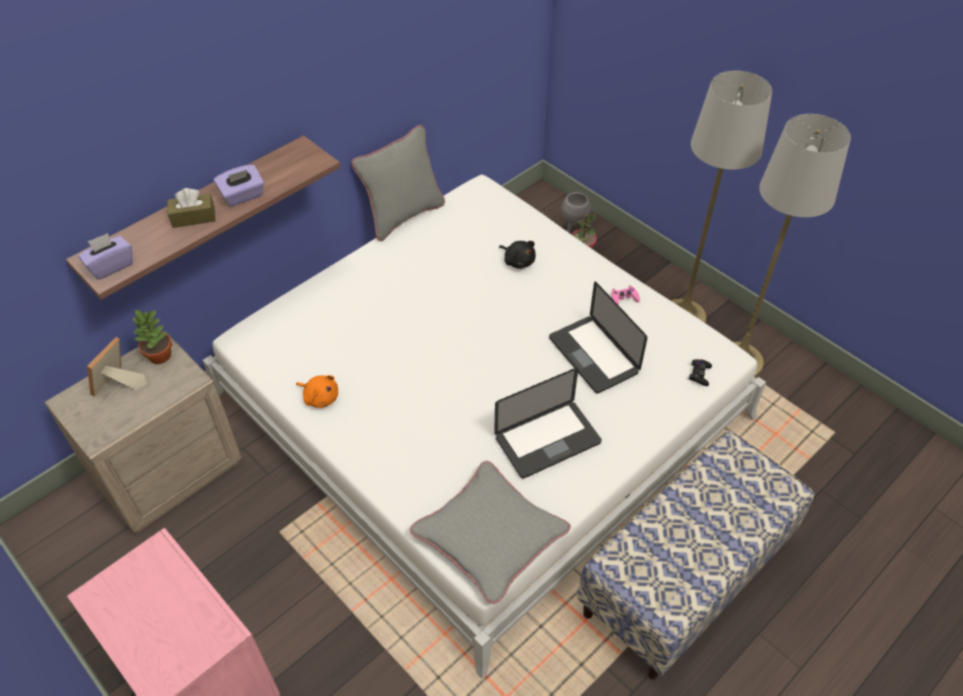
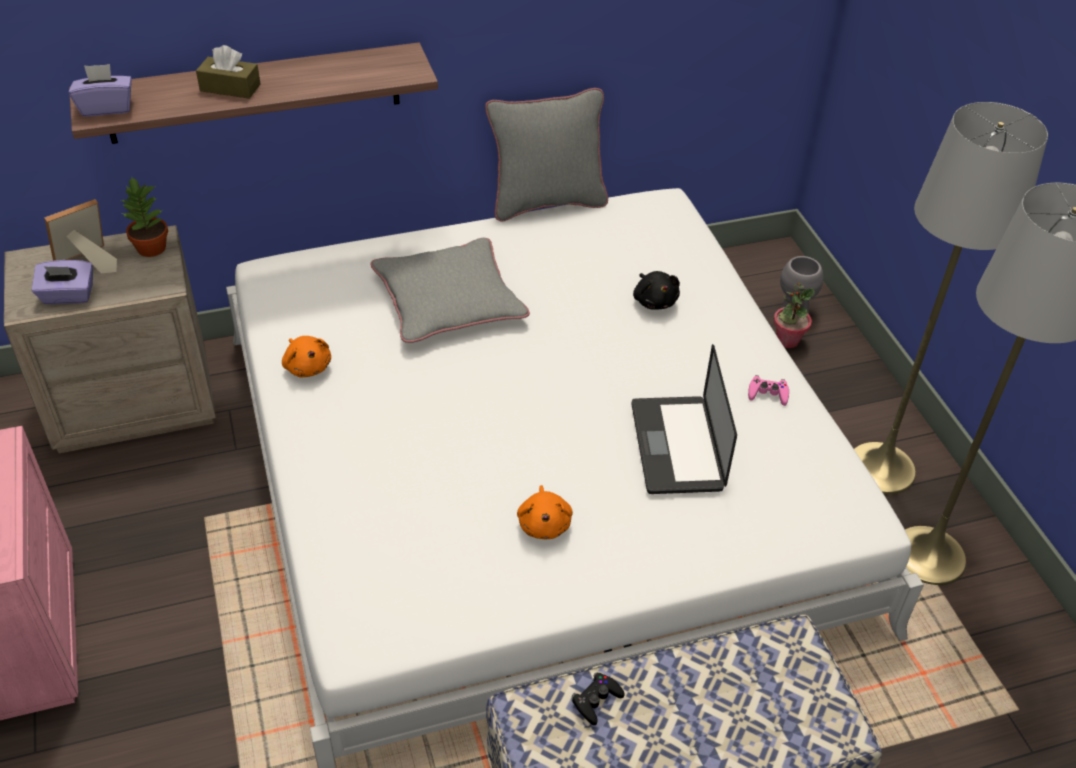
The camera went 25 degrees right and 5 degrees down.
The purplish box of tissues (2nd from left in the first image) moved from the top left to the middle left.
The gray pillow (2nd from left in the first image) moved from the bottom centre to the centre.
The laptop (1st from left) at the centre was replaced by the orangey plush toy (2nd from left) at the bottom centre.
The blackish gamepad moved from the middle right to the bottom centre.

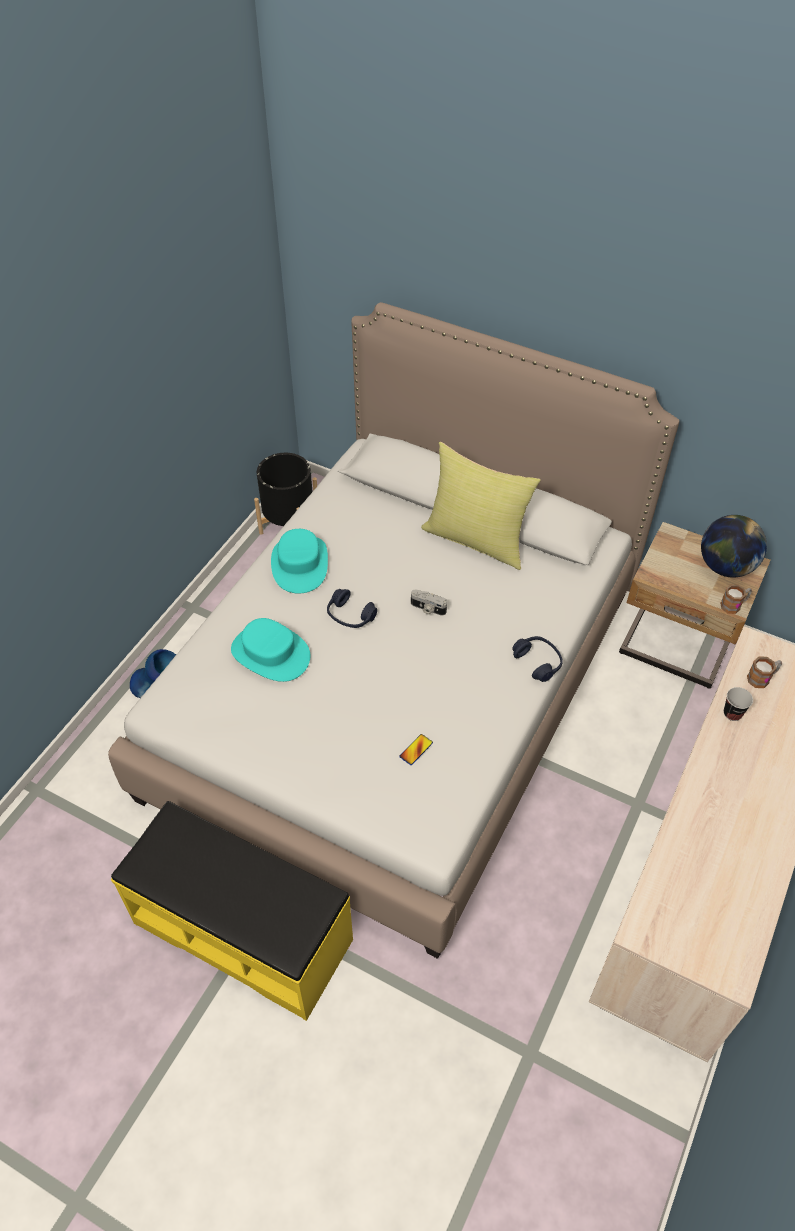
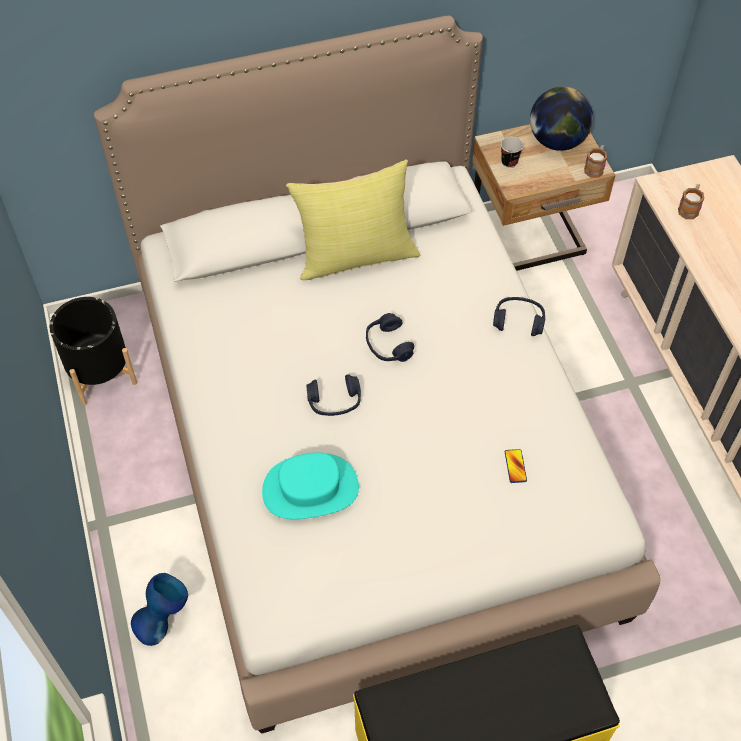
The camera went 45 degrees left and 5 degrees up.
The turquoise-coloured clothing hat (2nd from left) at the centre disappeared.
The photo camera at the centre was replaced by the blue-coloured pair of headphones (2nd from left) at the centre.
The drinking cup moved from the middle right to the top right.

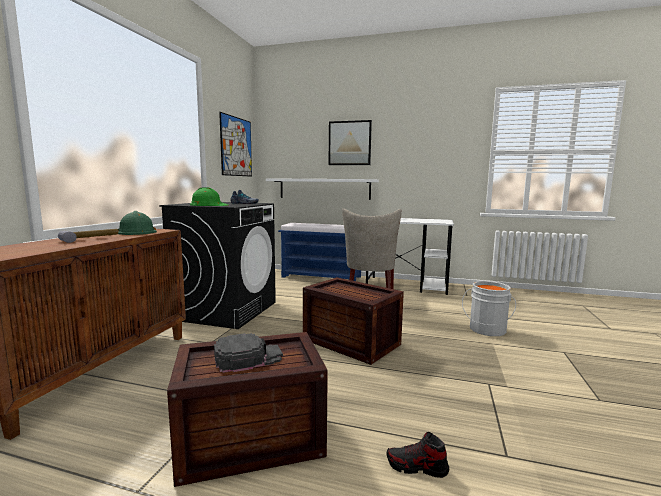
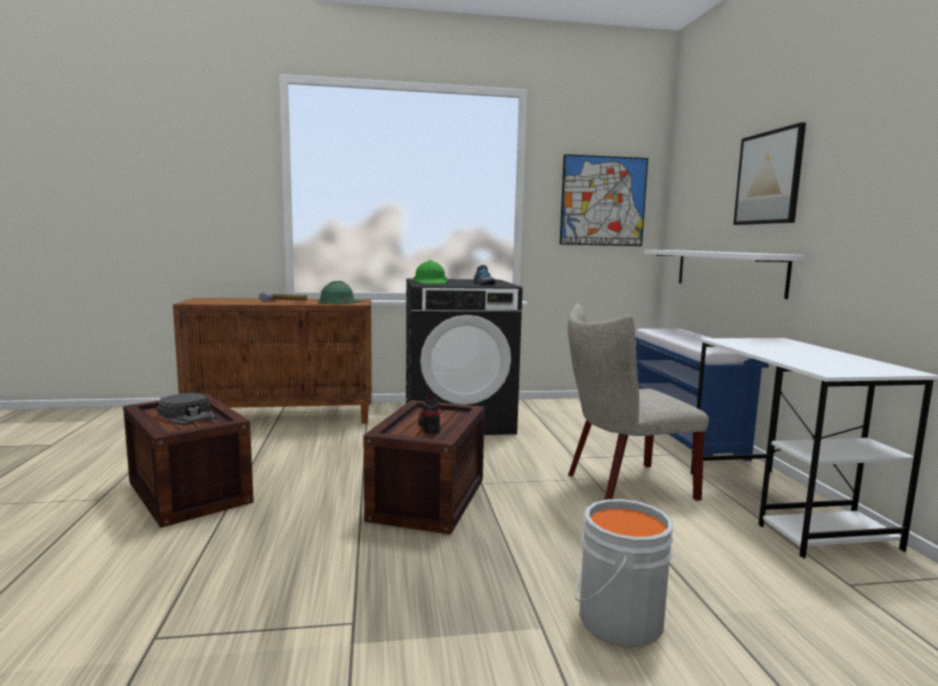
The camera went 65 degrees right and 0 degrees up.
The low shoe (2nd from left in the first image) moved from the bottom centre to the centre.

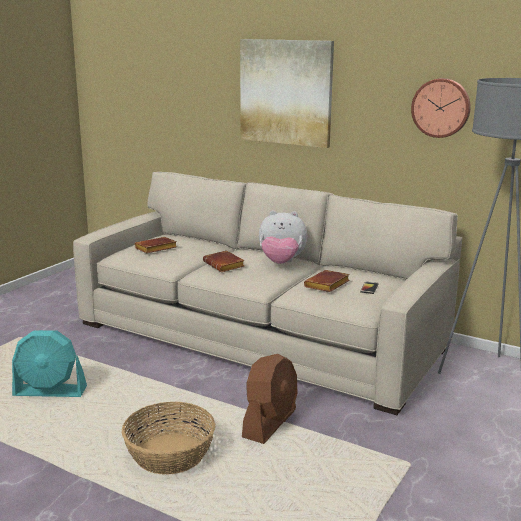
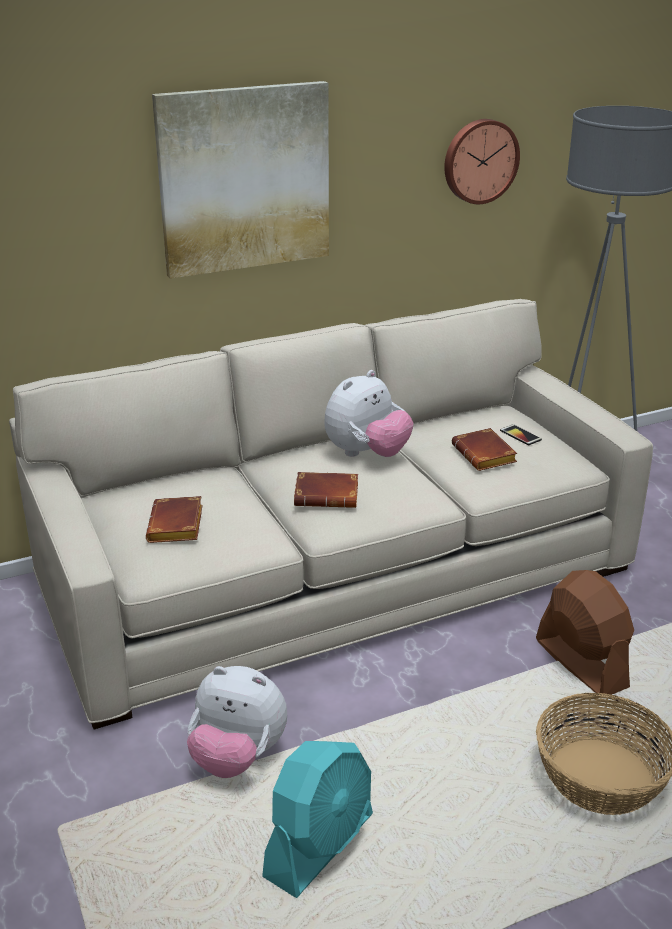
The camera went 55 degrees left and 10 degrees up.
The plush toy (1st from left) at the bottom centre appeared.

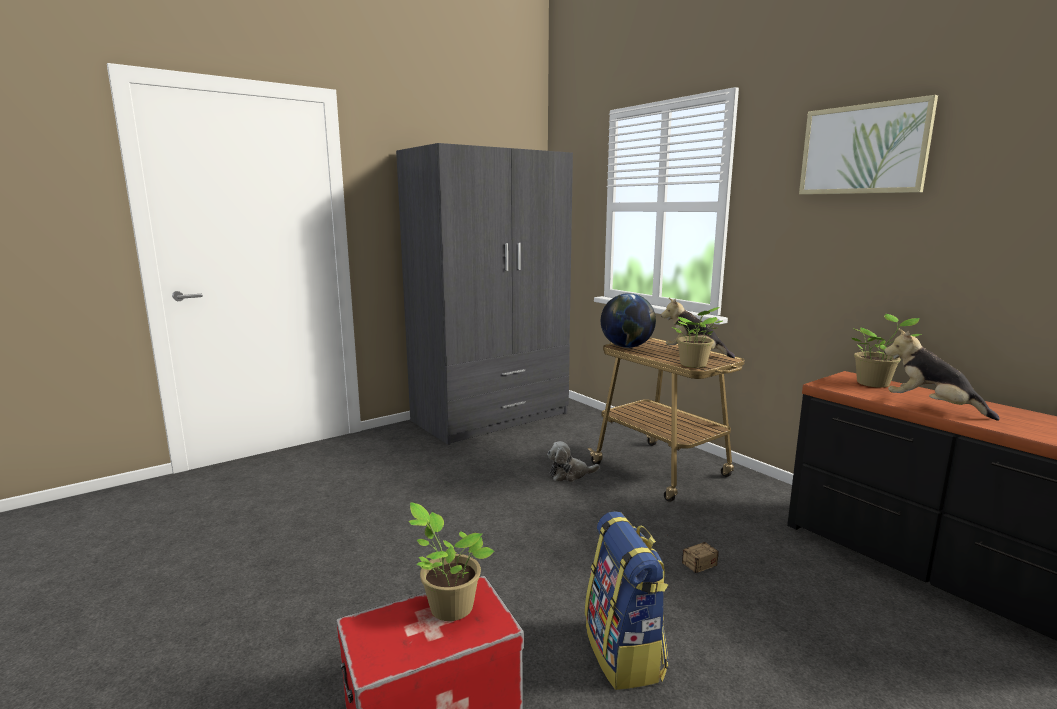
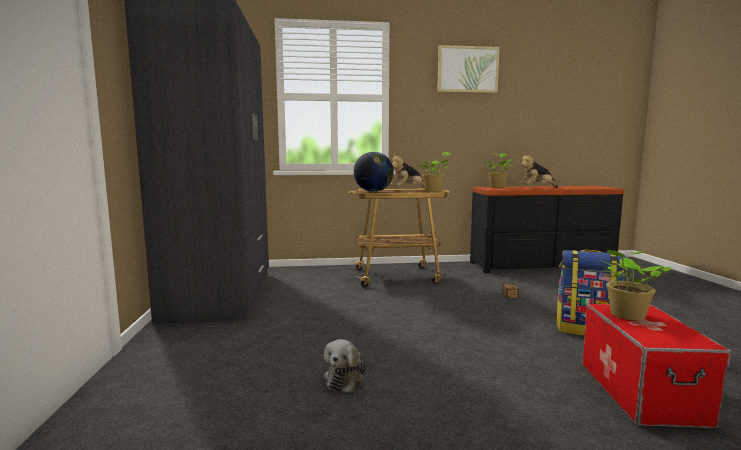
The camera went 60 degrees left and 5 degrees down.
The plush toy (1st from left) moved from the centre to the bottom centre.

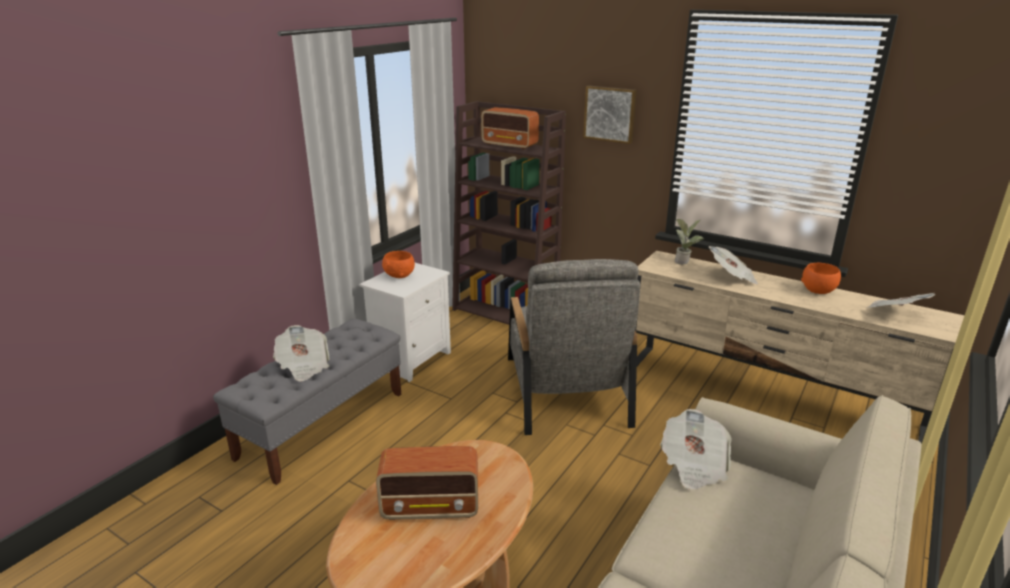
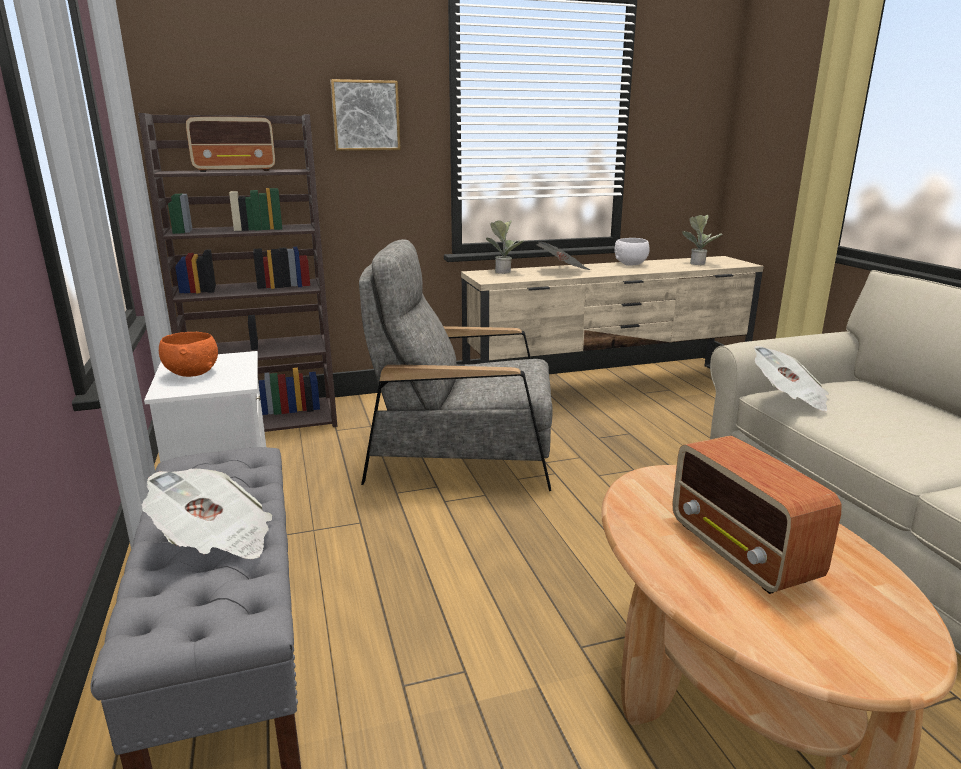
The camera went 50 degrees left and 5 degrees down.
The radio (1st from left in the first image) at the bottom centre turned 120 degrees clockwise.
The gray lounge chair at the centre turned 150 degrees clockwise.
The orangey bowl (2nd from left) at the middle right became the whitish bowl at the top centre.
The printed paper (4th from left) at the middle right was replaced by the plant in a pot (2nd from left) at the top right.

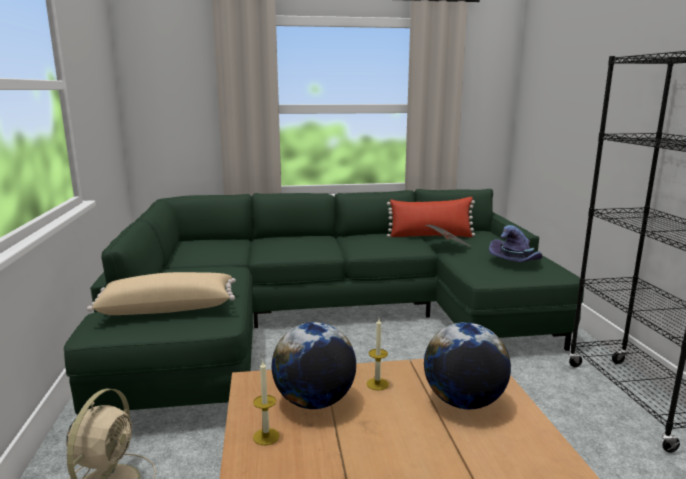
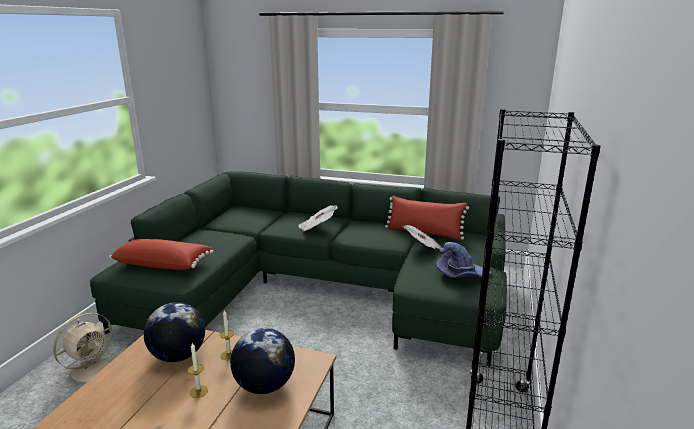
The camera went 25 degrees right and 5 degrees up.
The beige pillow at the middle left became the red pillow (1st from left) at the middle left.
The wax candle (1st from left) moved from the bottom centre to the bottom left.
The printed paper (1st from left) at the centre appeared.

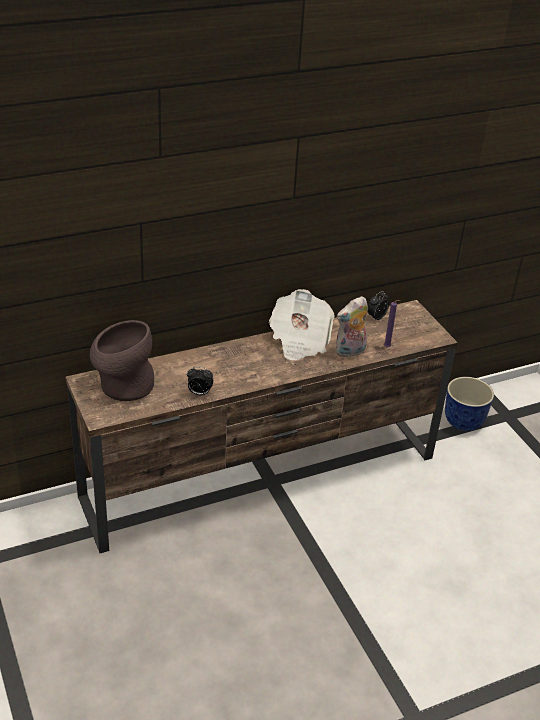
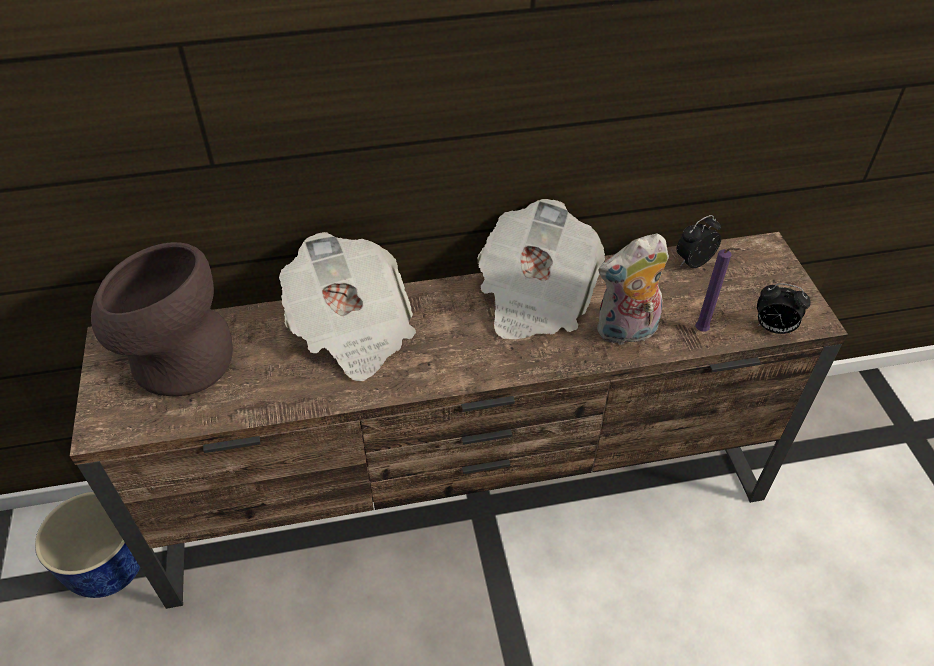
The camera went 15 degrees right and 10 degrees up.
The alarm clock (1st from left in the first image) moved from the centre to the middle right.
The flower pot moved from the middle right to the bottom left.
The printed paper (1st from left) at the centre appeared.

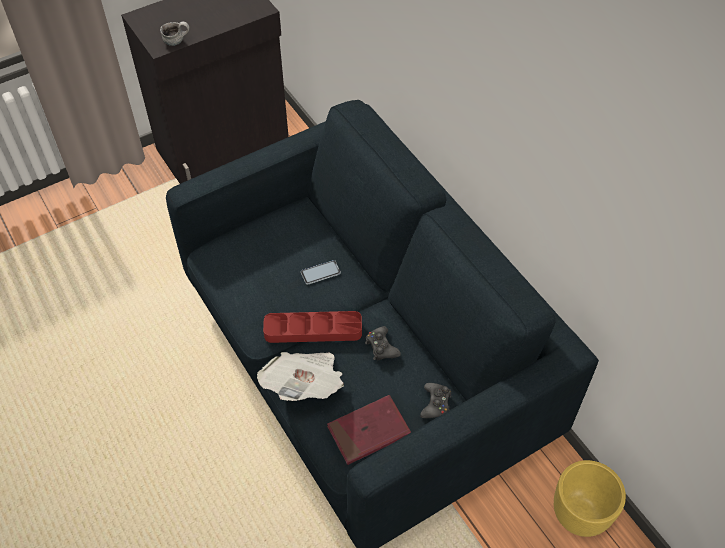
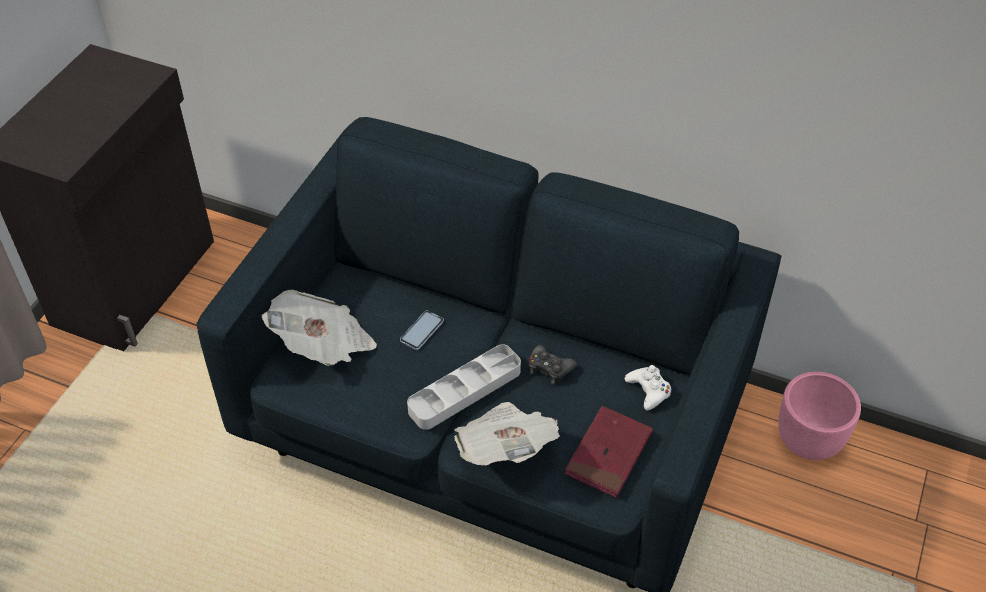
The camera went 35 degrees left and 5 degrees down.
The tea mug at the top left disappeared.
The red tray at the centre became the gray tray at the centre.
The blackish gamepad (2nd from left) at the bottom centre became the whitish gamepad at the centre.
The yellow flower pot at the bottom right became the pink flower pot at the bottom right.
The printed paper (1st from left) at the middle left appeared.

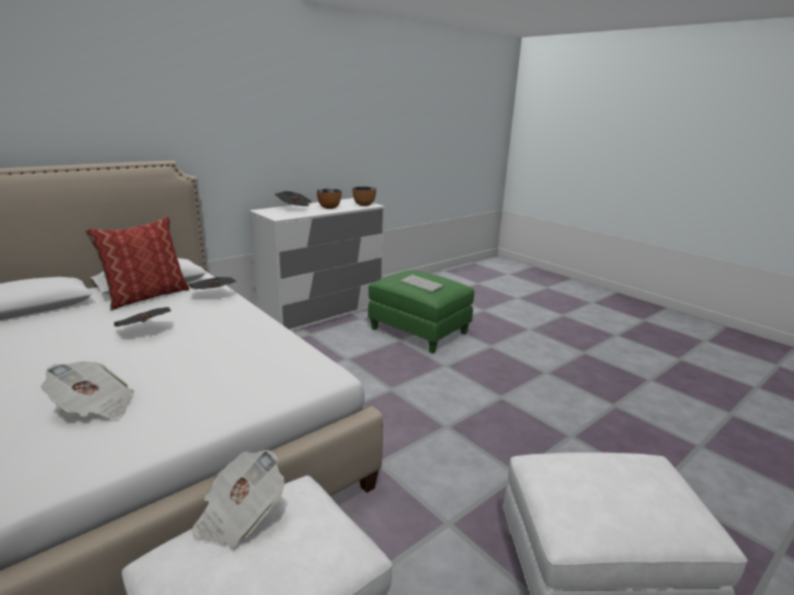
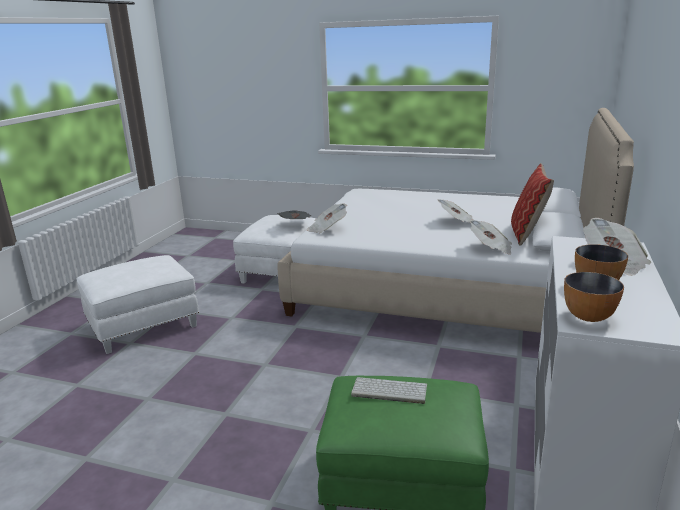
The camera went 150 degrees right and 0 degrees up.
The printed paper (1st from left in the first image) moved from the middle left to the centre.

